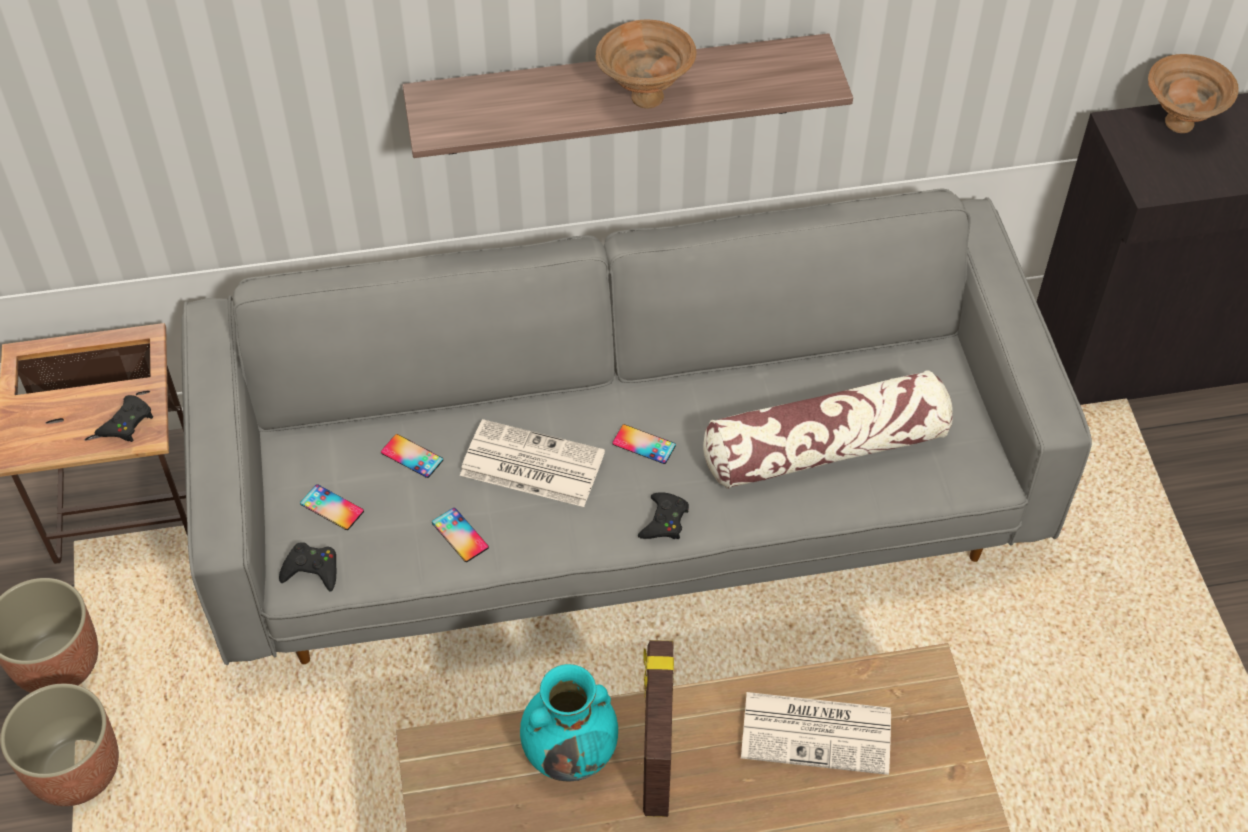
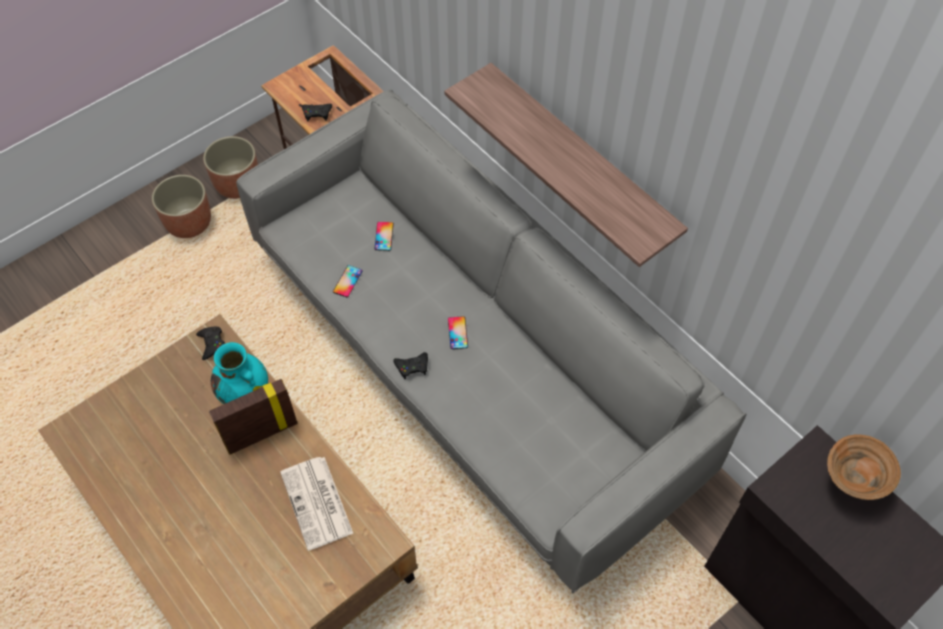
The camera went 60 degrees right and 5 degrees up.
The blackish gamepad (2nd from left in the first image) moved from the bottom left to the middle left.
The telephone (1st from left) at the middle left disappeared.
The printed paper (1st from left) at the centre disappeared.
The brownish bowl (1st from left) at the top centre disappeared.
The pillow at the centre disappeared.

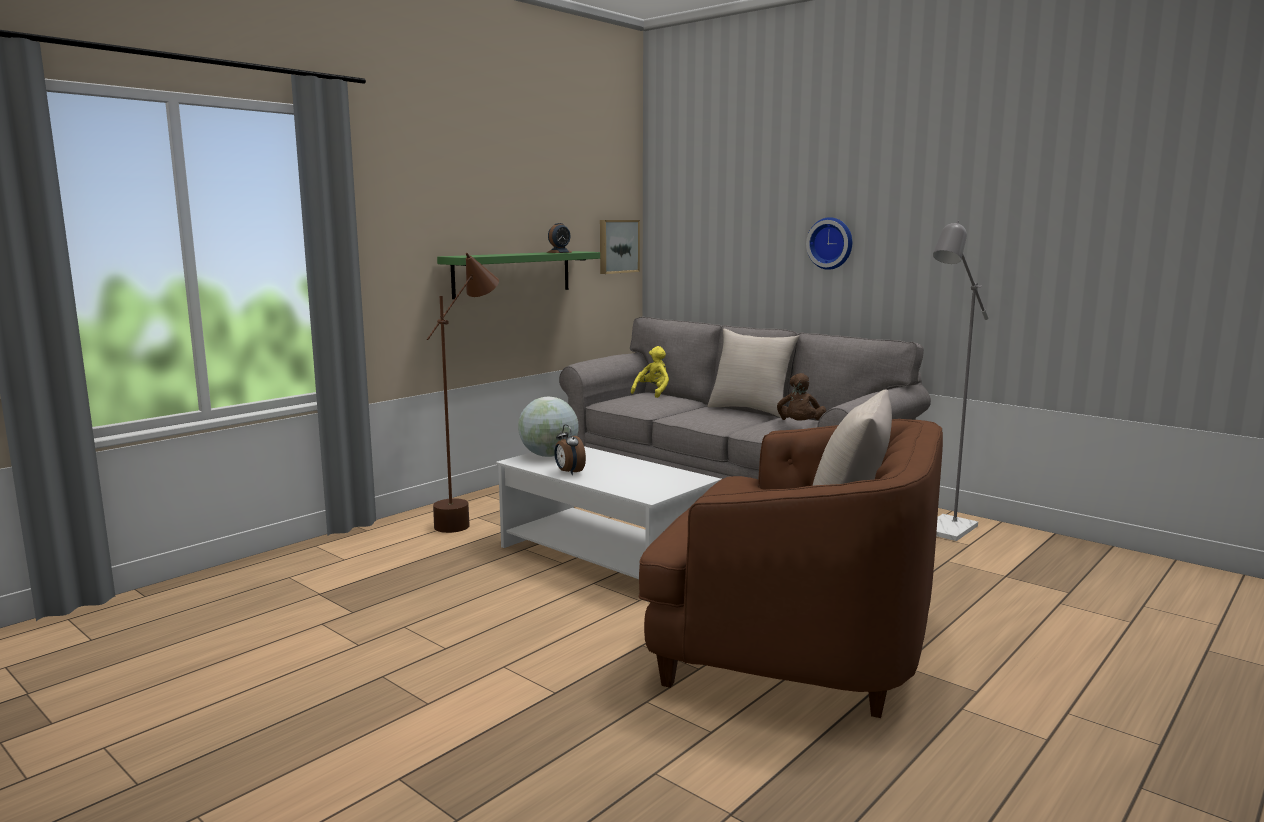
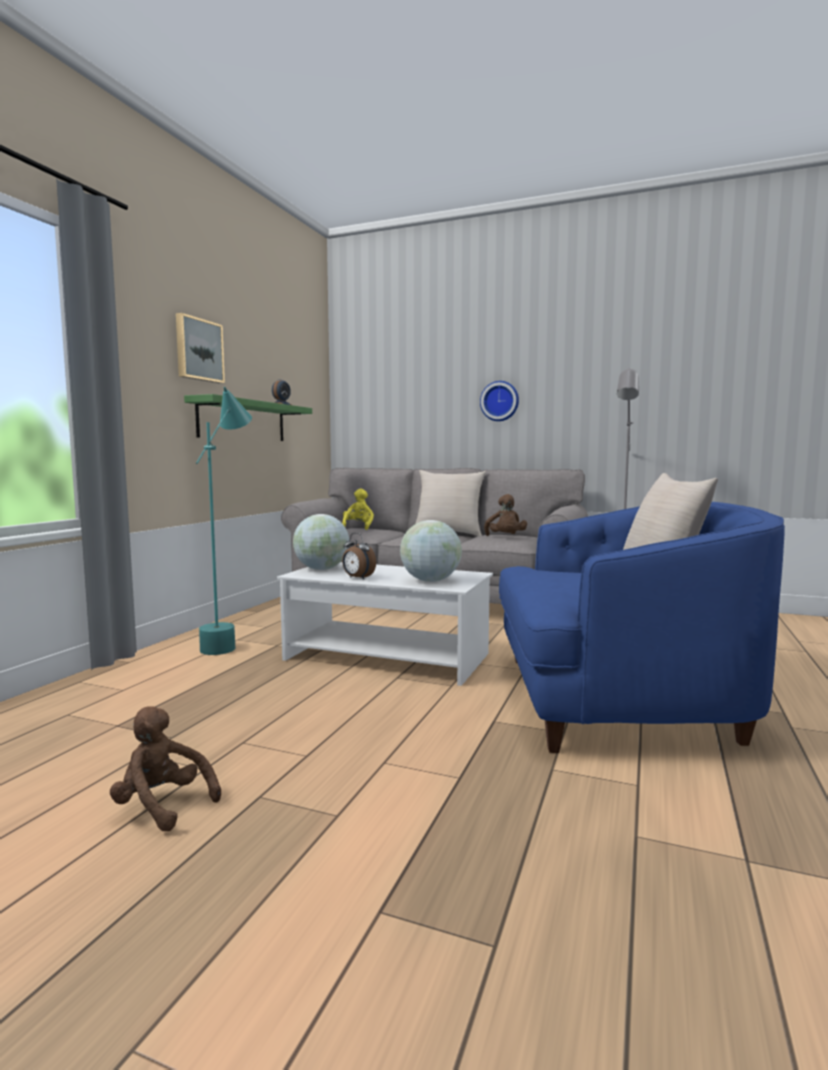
The camera went 20 degrees left and 5 degrees down.
The brownish standing lamp at the centre became the turquoise-coloured standing lamp at the middle left.
The picture moved from the top centre to the top left.
The brownish lounge chair at the bottom centre became the blue-coloured lounge chair at the middle right.
The brownish plush toy (1st from left) at the bottom left appeared.
The globe (2nd from left) at the centre appeared.

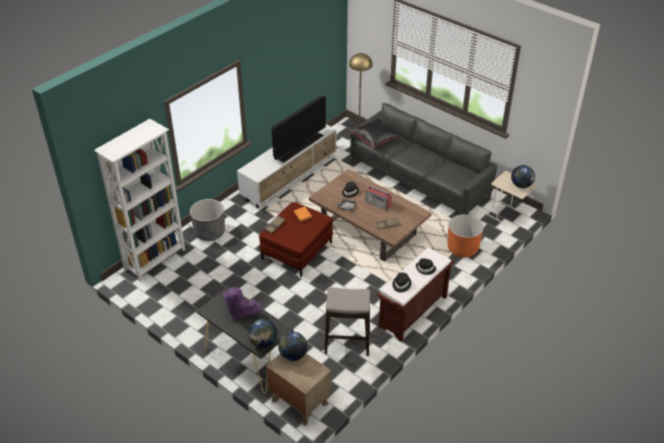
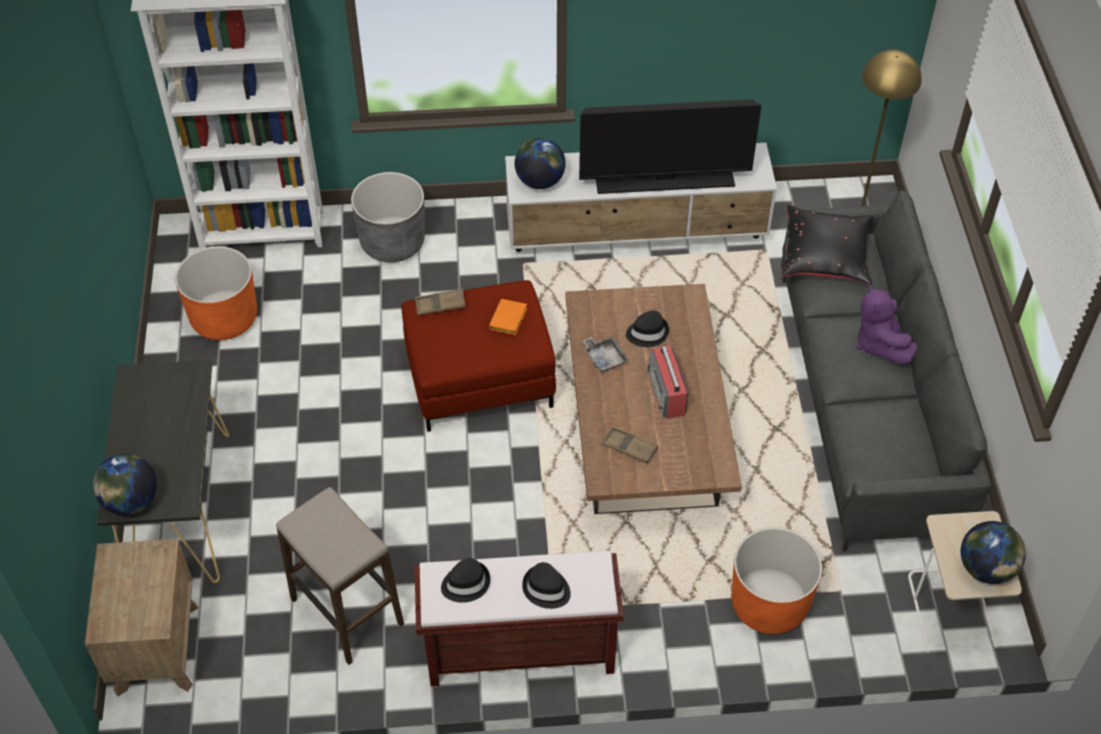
The camera went 45 degrees right and 10 degrees up.
The purplish plush toy moved from the bottom centre to the middle right.
The globe (2nd from left) moved from the bottom centre to the top centre.
The orangey flower pot (1st from left) at the middle left appeared.

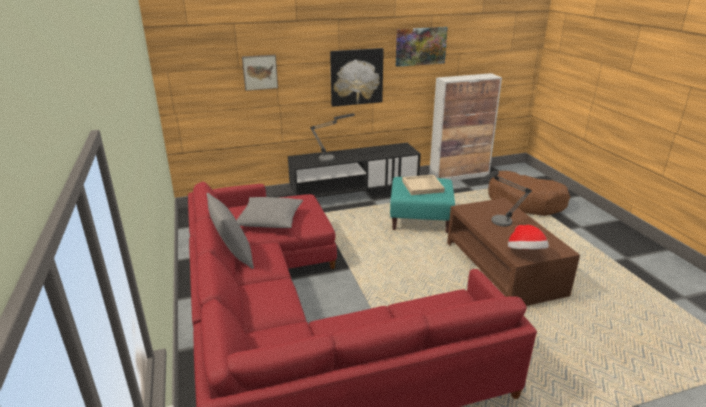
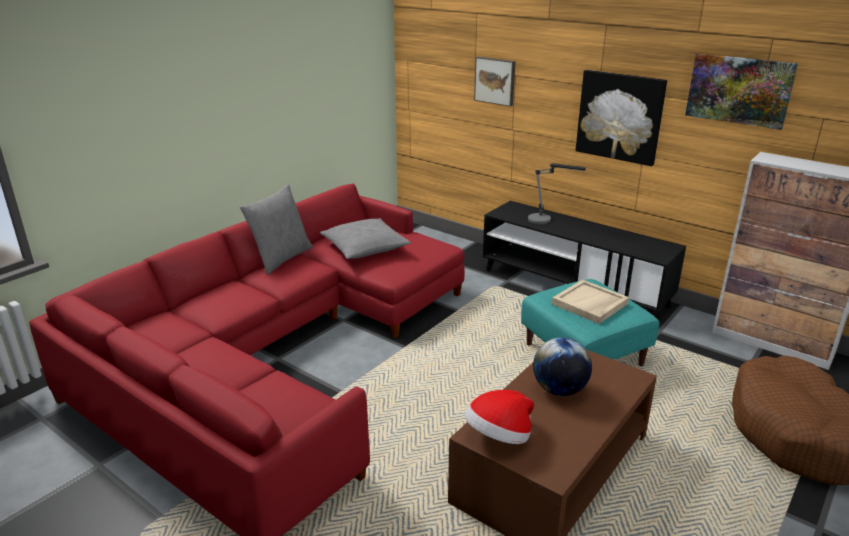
The camera went 55 degrees right and 0 degrees up.
The table lamp (2nd from left) at the middle right was replaced by the globe at the bottom centre.

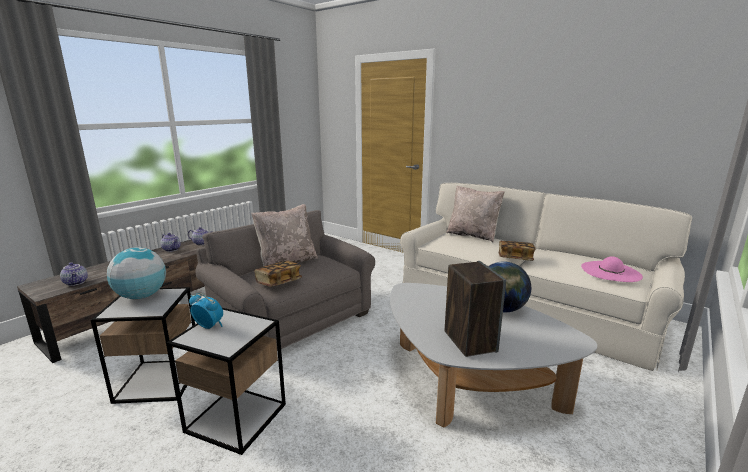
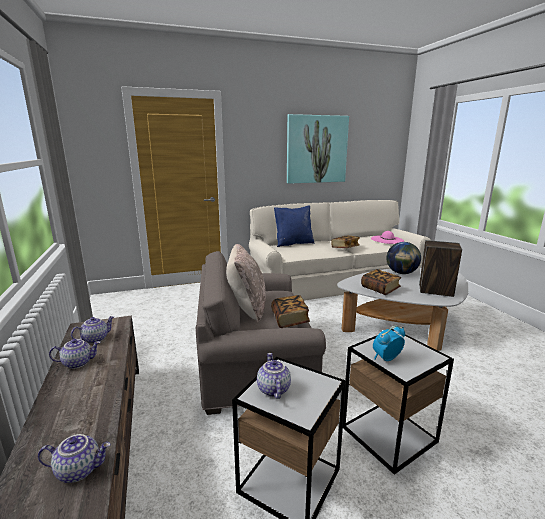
The camera went 55 degrees left and 0 degrees up.
The globe (1st from left) at the middle left was replaced by the tea pot (4th from left) at the bottom centre.
The beige pillow (2nd from left) at the centre became the blue-coloured pillow at the centre.
The picture at the top centre appeared.
The book (3rd from left) at the middle right appeared.

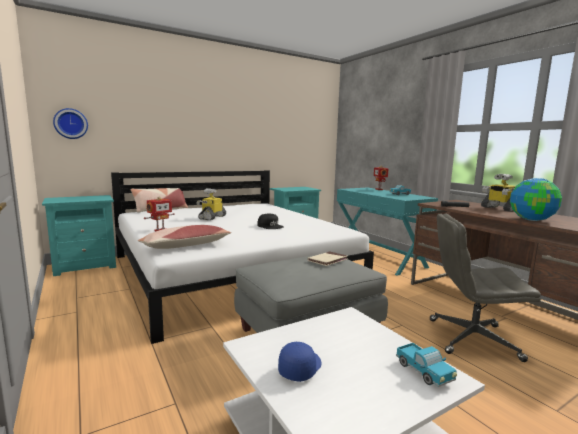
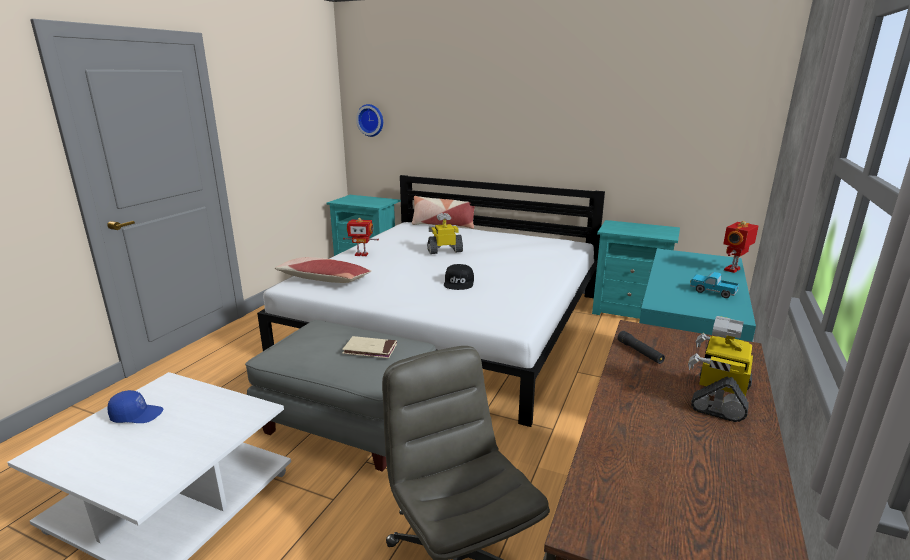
The camera went 55 degrees right and 10 degrees up.
The toy lorry (2nd from left) at the bottom right disappeared.
The globe at the middle right disappeared.

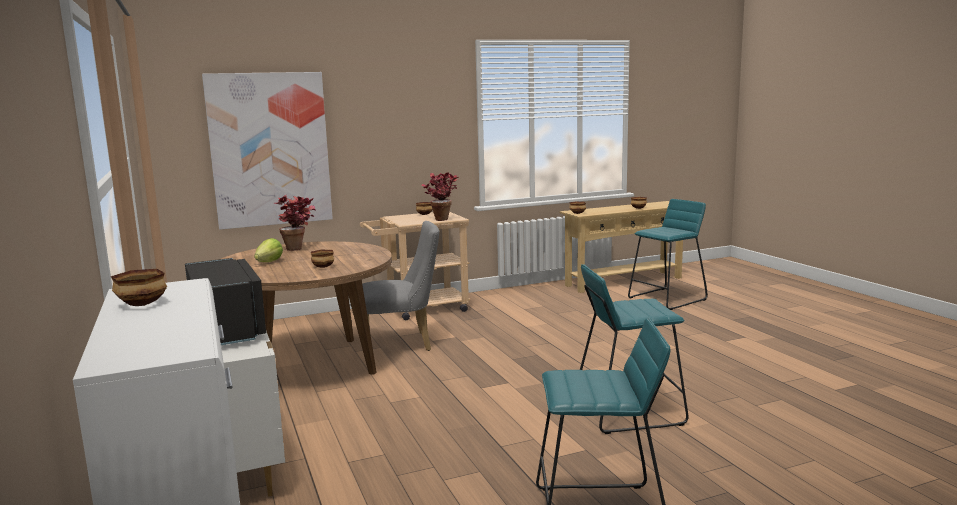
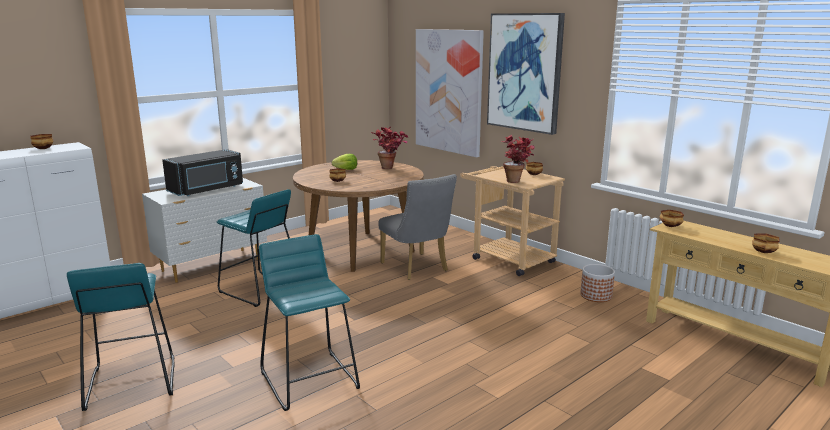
The camera went 70 degrees right and 5 degrees up.
The turquoise-coloured sitting stool (3rd from left in the first image) moved from the middle right to the middle left.
The picture (2nd from left) at the top centre appeared.
The flower pot at the middle right appeared.

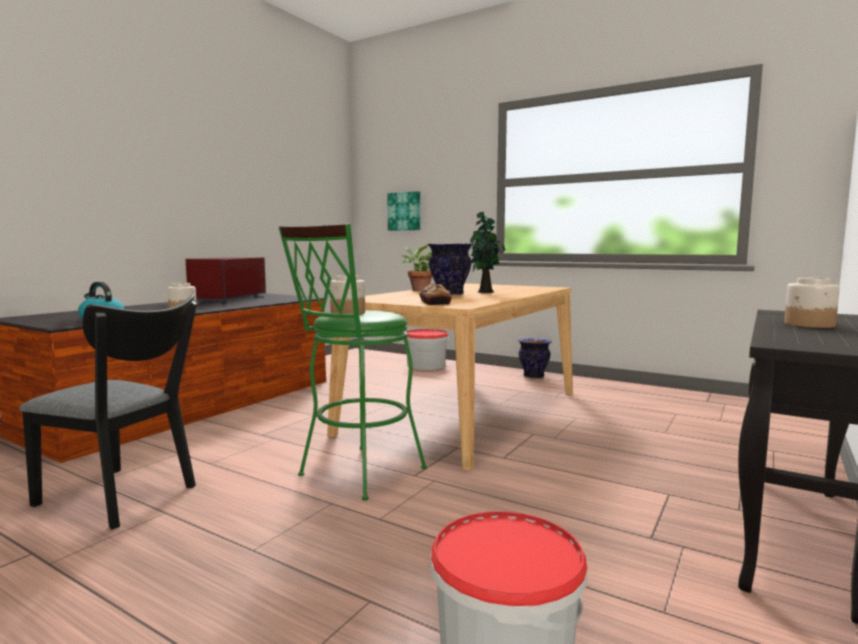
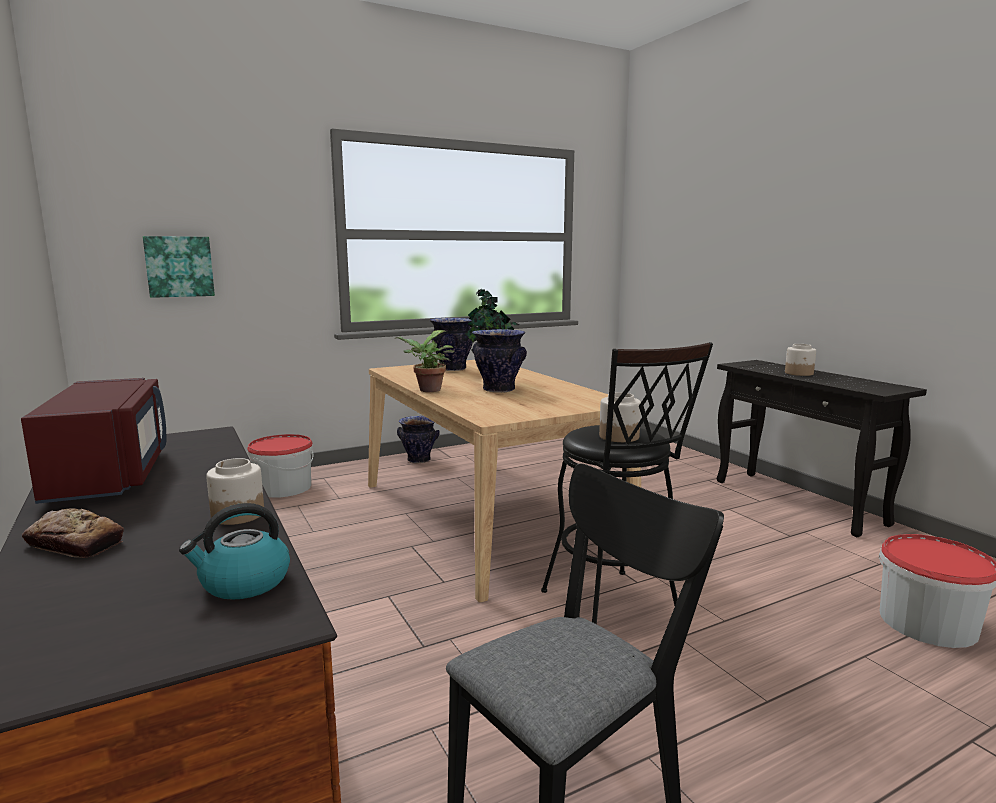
The camera went 60 degrees left and 5 degrees up.
The red kitchen microwave at the middle left turned 150 degrees counterclockwise.
The greenish sitting stool at the centre became the blackish sitting stool at the centre.
The bakery bread moved from the centre to the middle left.
The decorative vase (2nd from left) at the centre appeared.

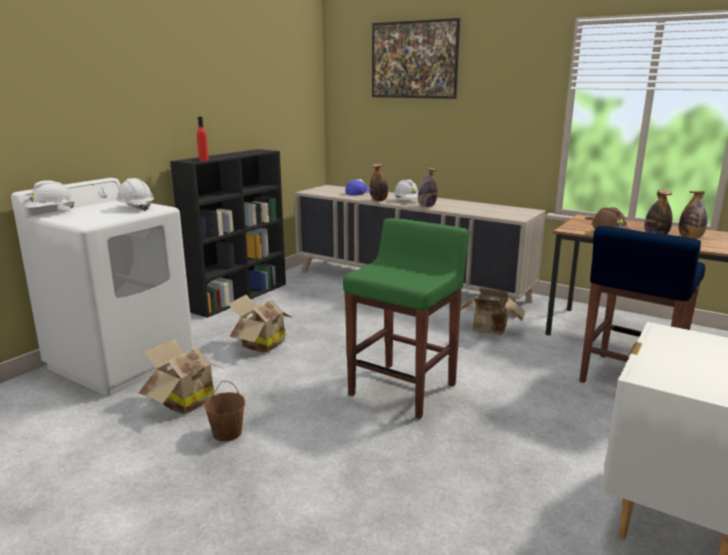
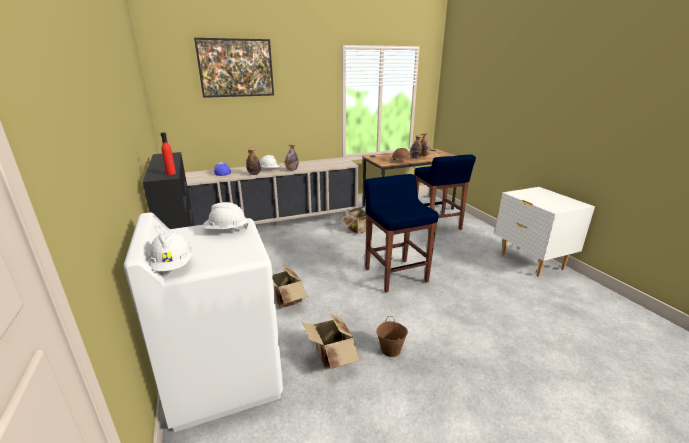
The camera went 55 degrees left and 5 degrees up.
The greenish sitting stool at the centre became the blue-coloured sitting stool (1st from left) at the centre.

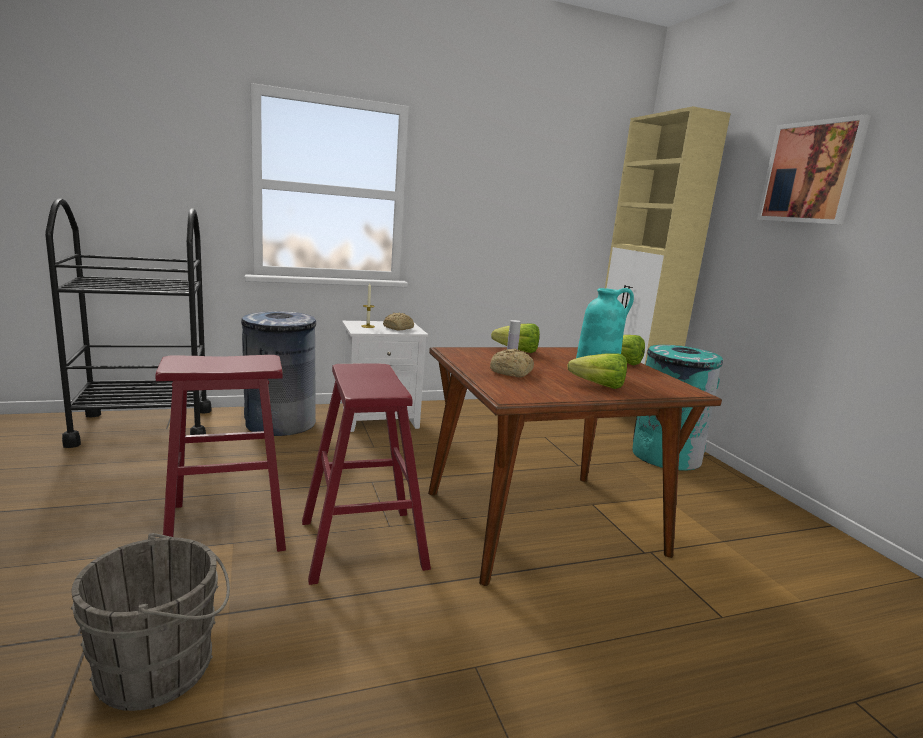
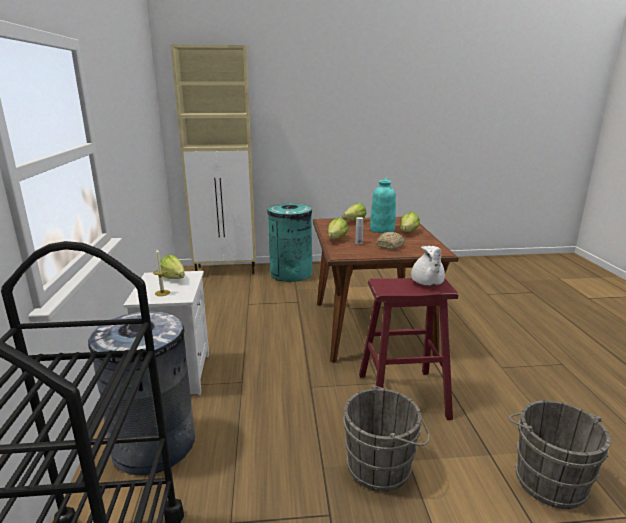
The camera went 75 degrees left and 5 degrees up.
The red sitting stool (1st from left) at the middle left was replaced by the gray water bucket (1st from left) at the bottom centre.
The bakery bread (1st from left) at the centre was replaced by the head of lettuce (1st from left) at the middle left.
The picture at the top right disappeared.
The whitish tea pot at the middle right appeared.

